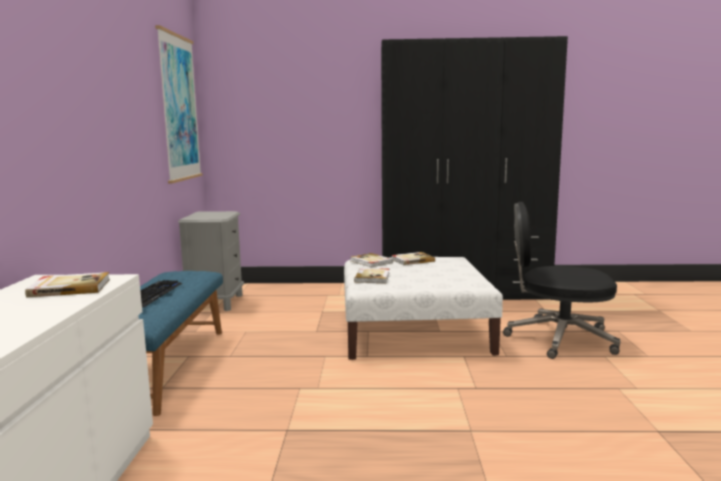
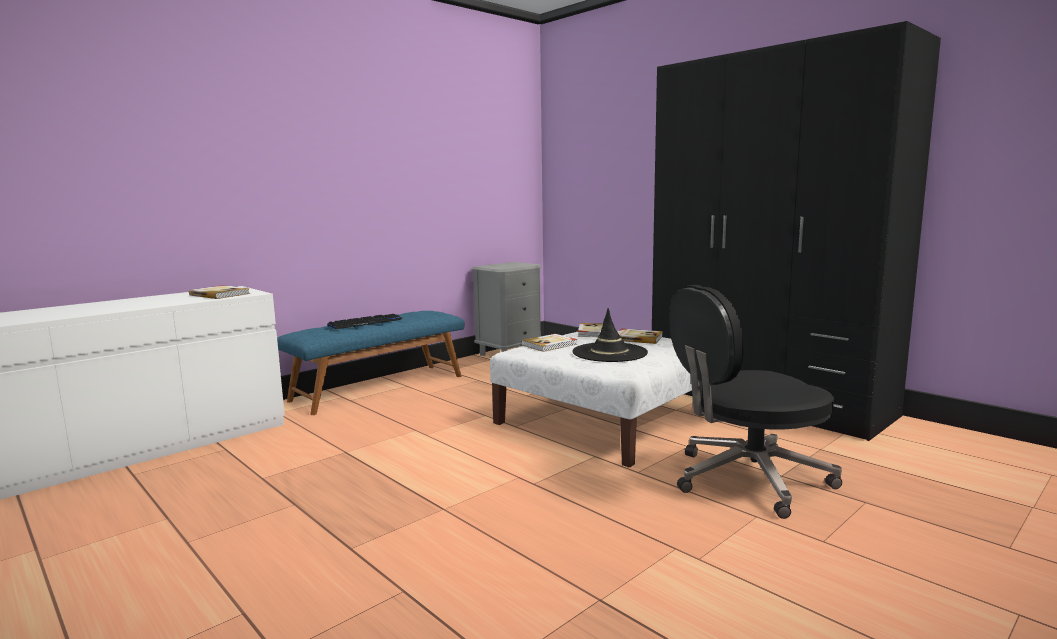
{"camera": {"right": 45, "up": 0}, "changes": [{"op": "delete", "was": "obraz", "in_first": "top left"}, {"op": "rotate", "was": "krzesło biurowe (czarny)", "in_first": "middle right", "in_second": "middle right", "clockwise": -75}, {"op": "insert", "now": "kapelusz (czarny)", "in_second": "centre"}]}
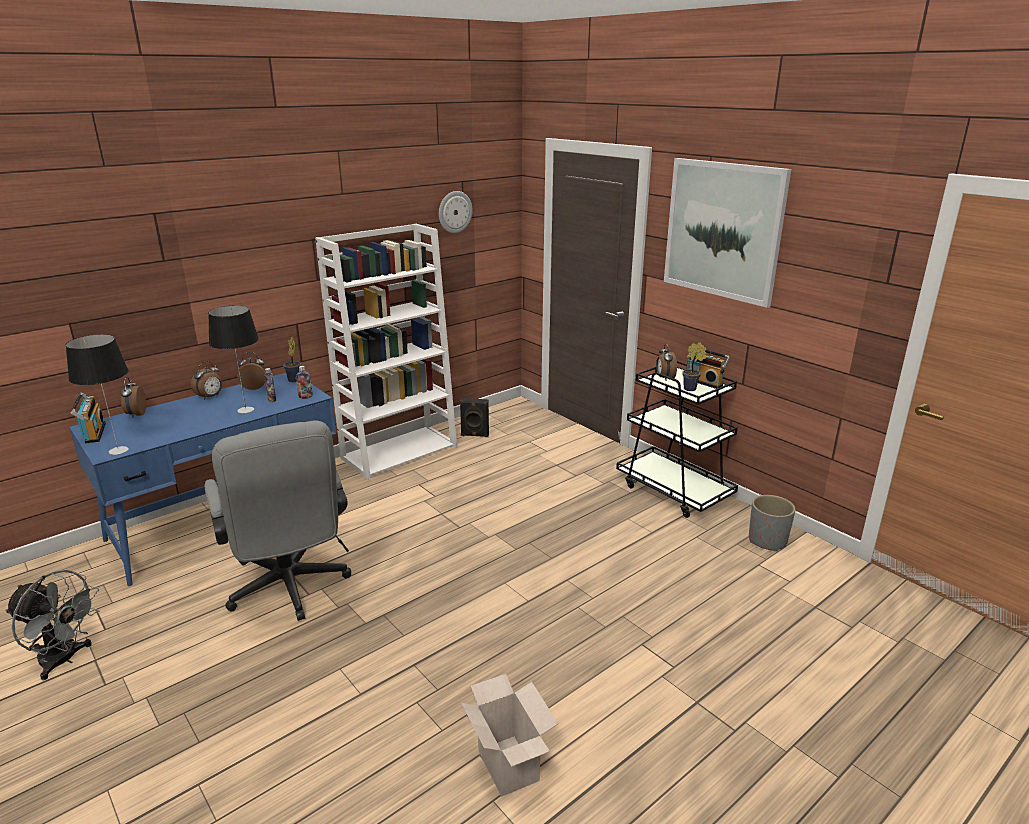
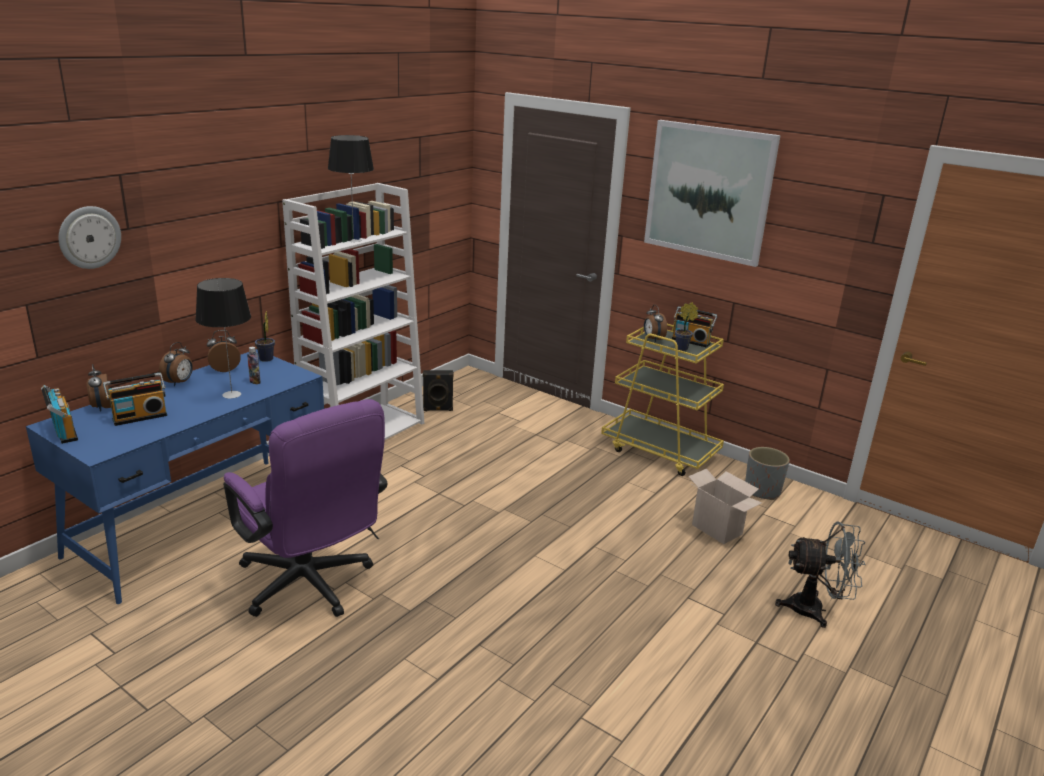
{"camera": {"right": -15, "up": 0}, "changes": [{"op": "move", "was": "wentylator (szary)", "in_first": "bottom left", "in_second": "bottom right"}, {"op": "move", "was": "lampa stołowa (1st from left in the first image)", "now": "lampa stołowa (2nd from left)", "in_first": "middle left", "in_second": "top centre"}, {"op": "recolor", "was": "krzesło biurowe (szary)", "now": "krzesło biurowe (fioletowy)", "in_first": "middle left", "in_second": "middle left"}, {"op": "delete", "was": "butelka (2nd from left)", "in_first": "middle left"}, {"op": "move", "was": "zegar ścienny", "in_first": "top centre", "in_second": "top left"}, {"op": "move", "was": "karton", "in_first": "bottom centre", "in_second": "middle right"}, {"op": "recolor", "was": "wózek (czarny)", "now": "wózek (żółty)", "in_first": "centre", "in_second": "centre"}, {"op": "insert", "now": "radio (2nd from left)", "in_second": "middle left"}]}
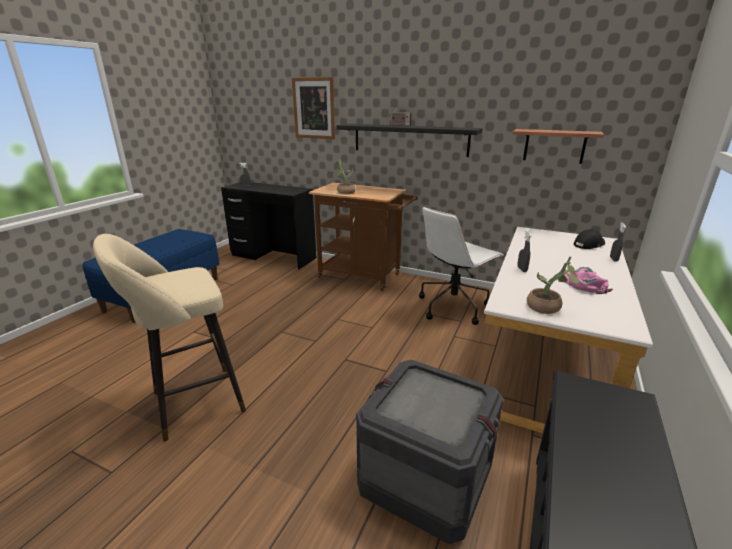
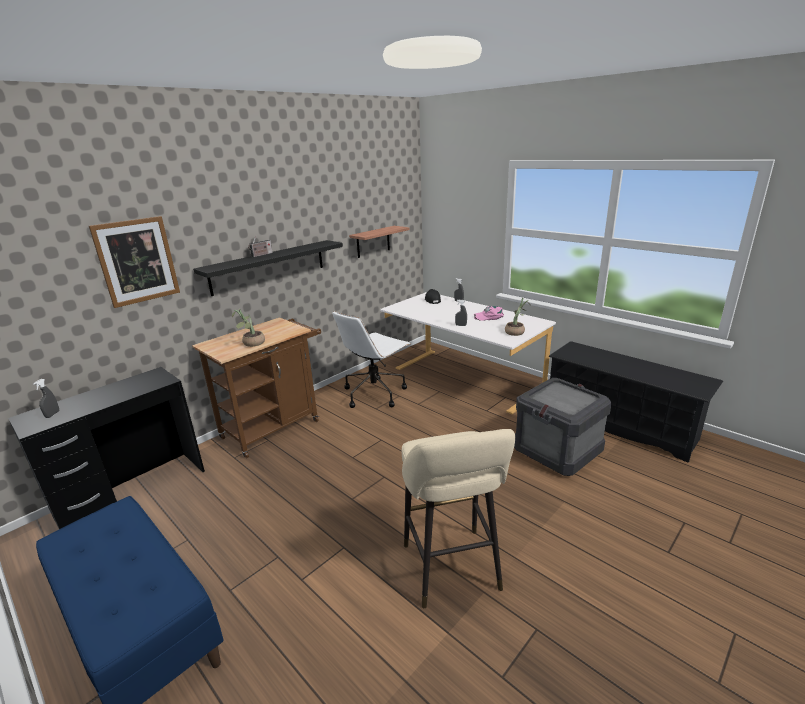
{"camera": {"right": -70, "up": 0}, "changes": [{"op": "rotate", "was": "krzesło biurowe (biały)", "in_first": "centre", "in_second": "centre", "clockwise": 60}]}
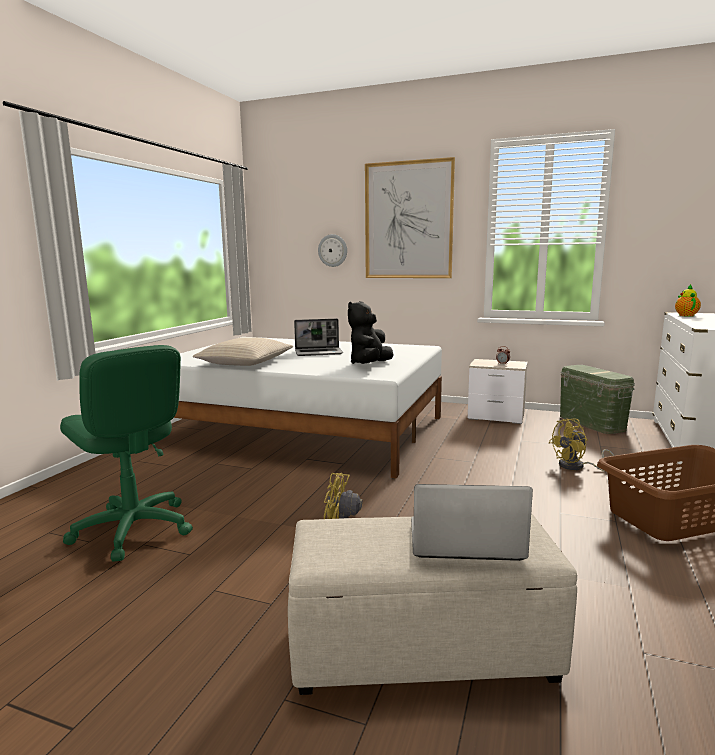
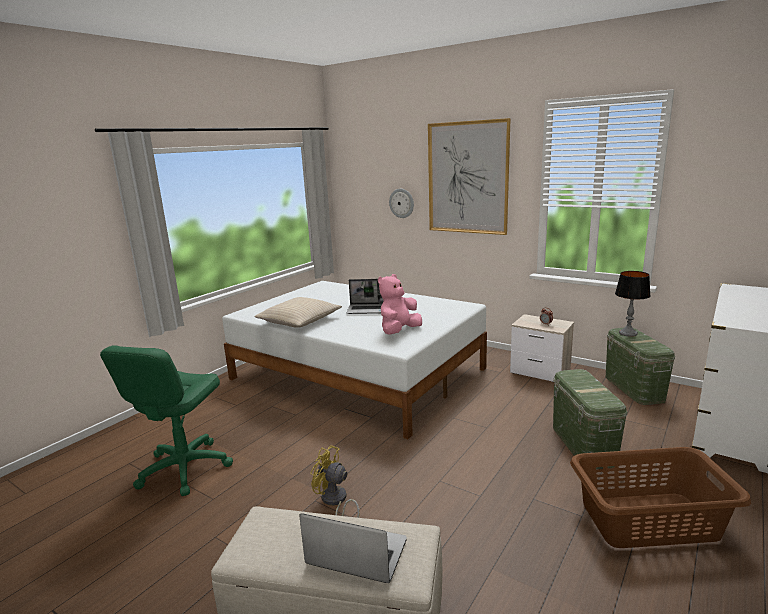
{"camera": {"right": 15, "up": 5}, "changes": [{"op": "rotate", "was": "krzesło biurowe (zielony)", "in_first": "middle left", "in_second": "bottom left", "clockwise": 45}, {"op": "recolor", "was": "pluszak (czarny)", "now": "pluszak (różowy)", "in_first": "centre", "in_second": "centre"}, {"op": "replace", "was": "wentylator (żółty) (2nd from left)", "now": "pojemnik do przechowywania (zielony) (1st from left)", "in_first": "middle right", "in_second": "bottom right"}, {"op": "delete", "was": "imbryk", "in_first": "middle right"}, {"op": "insert", "now": "lampa stołowa", "in_second": "middle right"}]}
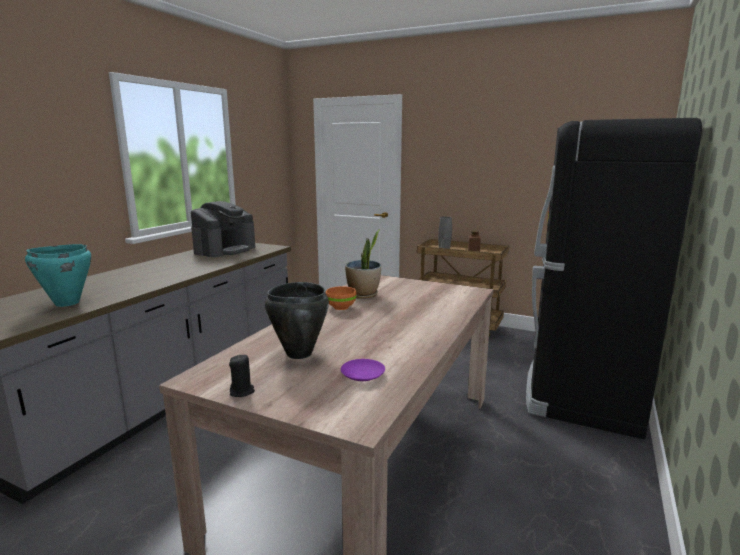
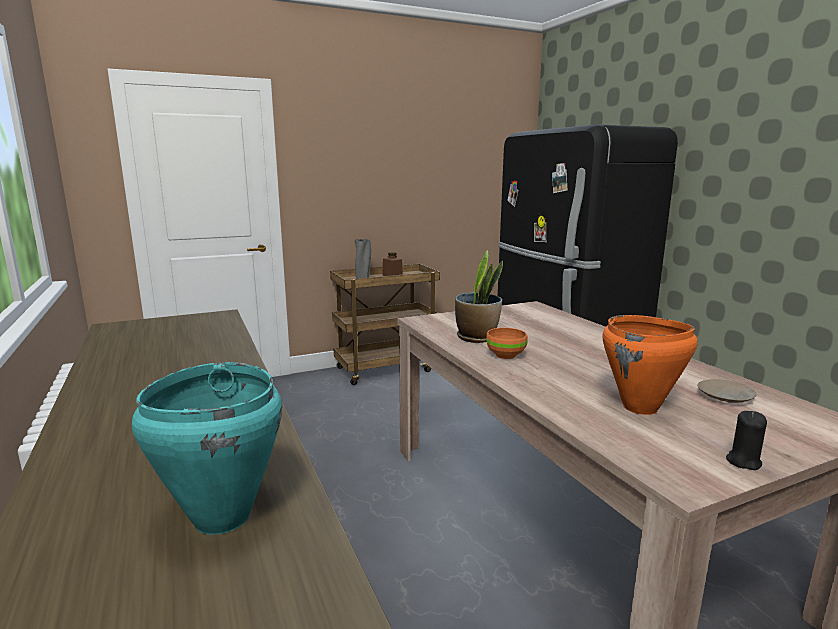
{"camera": {"right": -50, "up": 0}, "changes": [{"op": "delete", "was": "ekspres do kawy", "in_first": "middle left"}, {"op": "recolor", "was": "garnek (czarny)", "now": "garnek (pomarańczowy)", "in_first": "centre", "in_second": "middle right"}, {"op": "recolor", "was": "talerz (fioletowy)", "now": "talerz (beżowy)", "in_first": "bottom centre", "in_second": "middle right"}]}
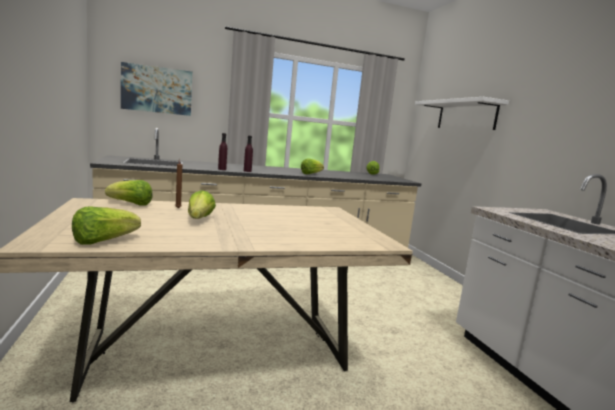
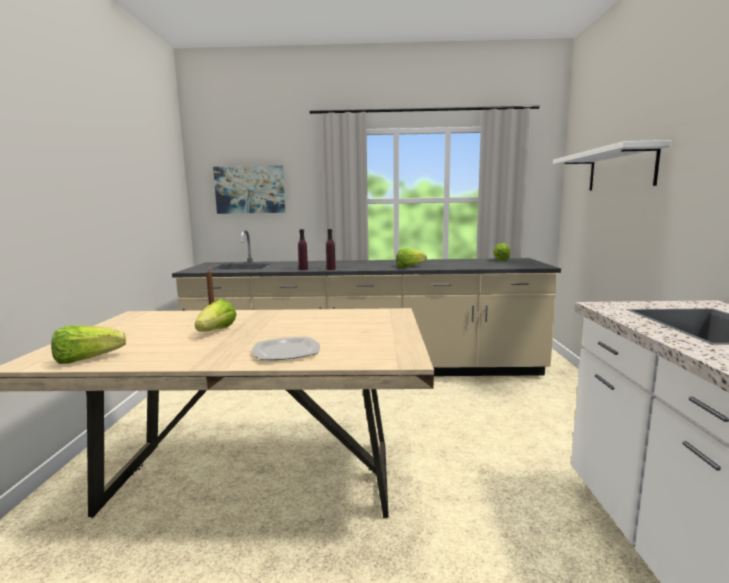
{"camera": {"right": 20, "up": 0}, "changes": [{"op": "delete", "was": "sałata (2nd from left)", "in_first": "middle left"}, {"op": "insert", "now": "talerz", "in_second": "centre"}]}
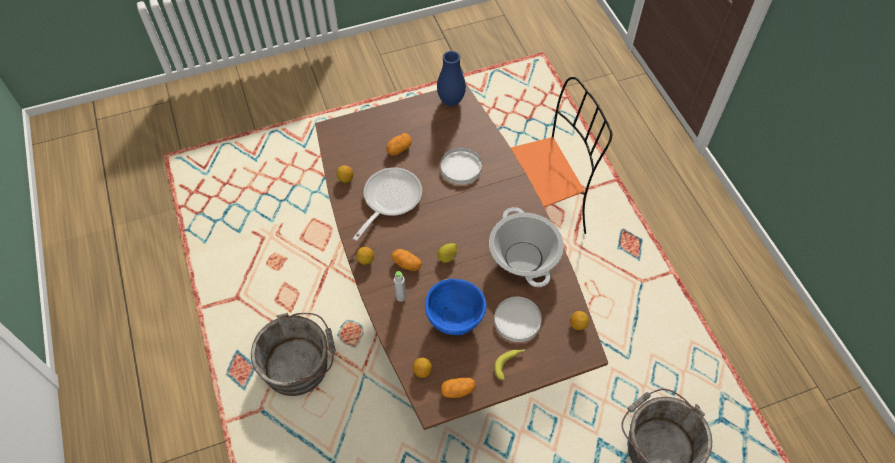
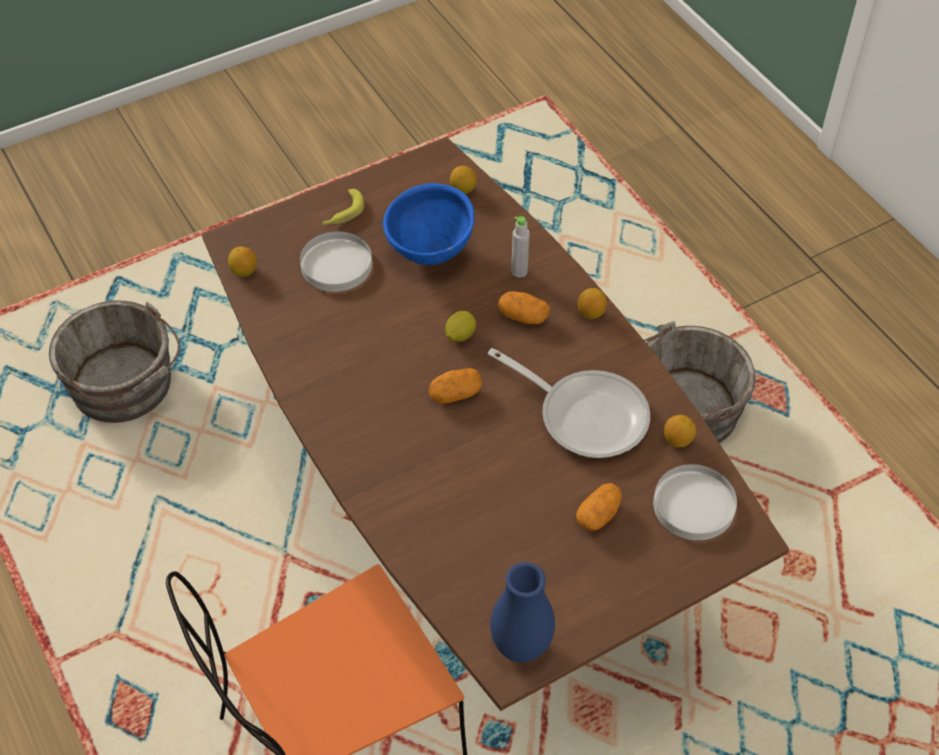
{"camera": {"right": 170, "up": -5}, "changes": [{"op": "rotate", "was": "patelnia", "in_first": "centre", "in_second": "centre", "clockwise": -75}, {"op": "move", "was": "talerz (biały) (1st from left in the first image)", "now": "talerz (biały) (2nd from left)", "in_first": "centre", "in_second": "middle right"}, {"op": "move", "was": "ziemniak (3rd from left in the first image)", "now": "ziemniak (1st from left)", "in_first": "bottom centre", "in_second": "centre"}, {"op": "delete", "was": "garnek", "in_first": "centre"}]}
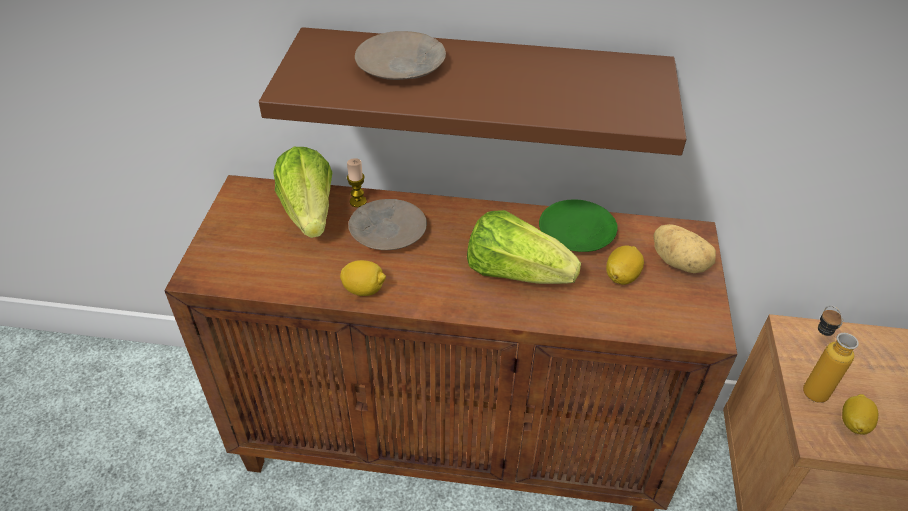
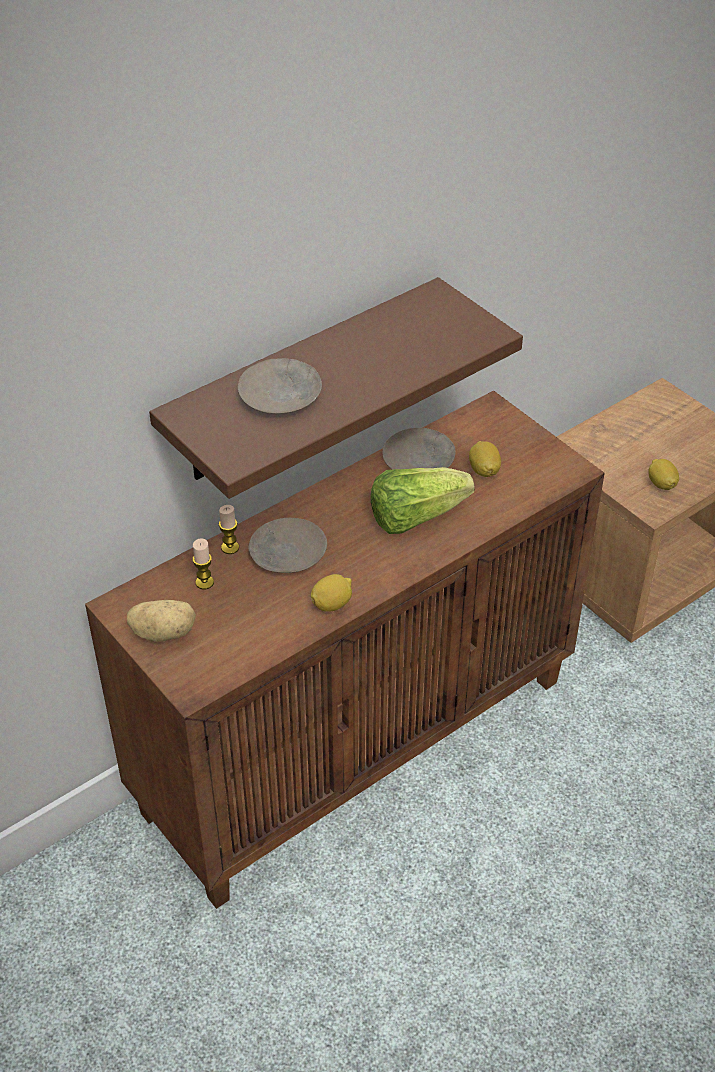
{"camera": {"right": -45, "up": 0}, "changes": [{"op": "replace", "was": "sałata (1st from left)", "now": "świeca (1st from left)", "in_first": "middle left", "in_second": "middle left"}, {"op": "recolor", "was": "talerz (zielony)", "now": "talerz (beżowy) (3rd from left)", "in_first": "centre", "in_second": "centre"}, {"op": "move", "was": "ziemniak", "in_first": "middle right", "in_second": "middle left"}, {"op": "delete", "was": "butelka", "in_first": "bottom right"}]}
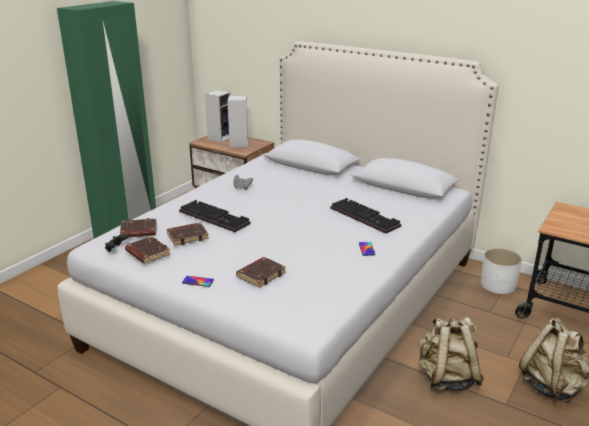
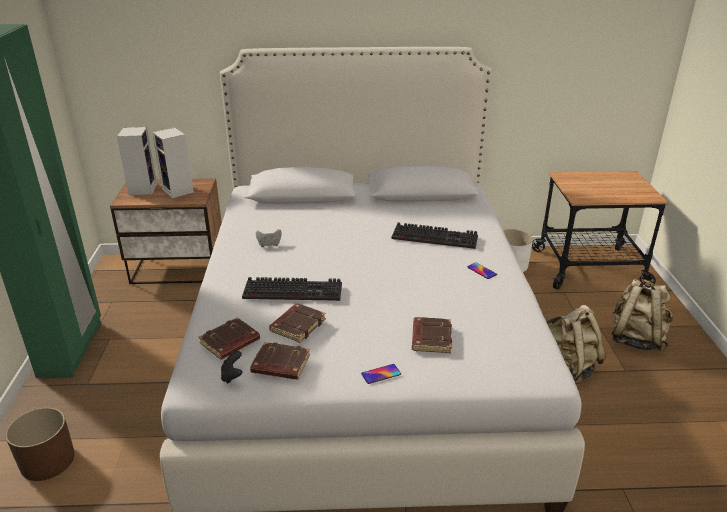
{"camera": {"right": -35, "up": 5}, "changes": [{"op": "insert", "now": "donica (brązowy)", "in_second": "bottom left"}]}
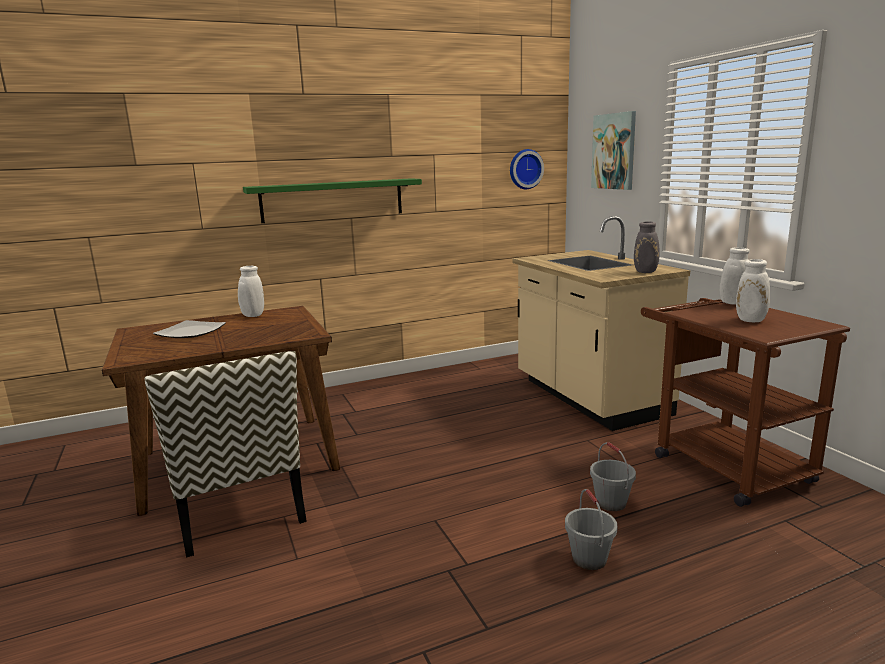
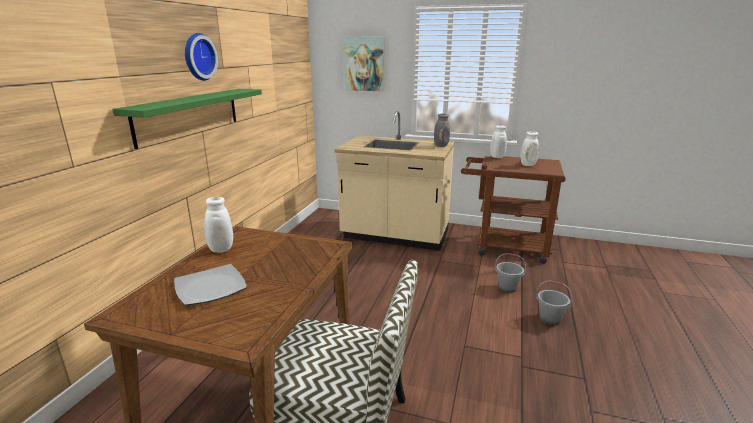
{"camera": {"right": -50, "up": 5}, "changes": [{"op": "move", "was": "zegar ścienny", "in_first": "top centre", "in_second": "top left"}]}
